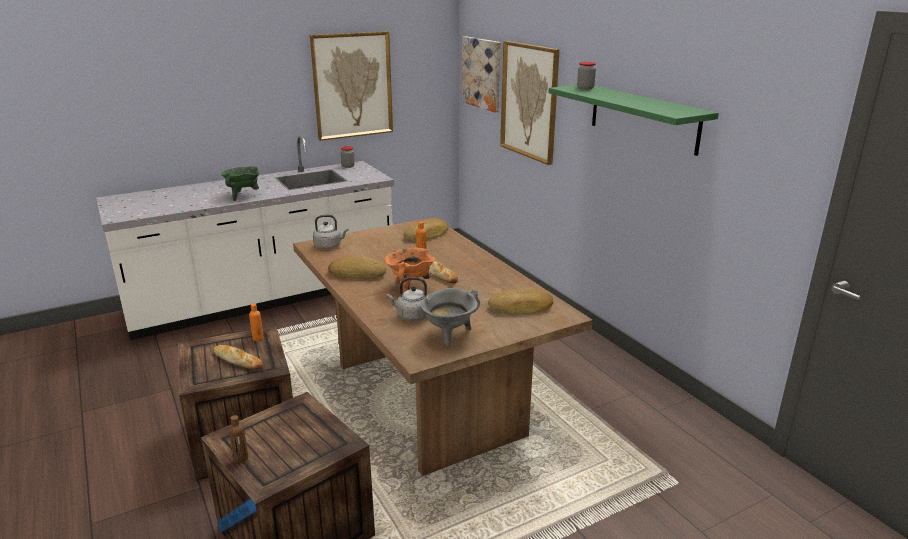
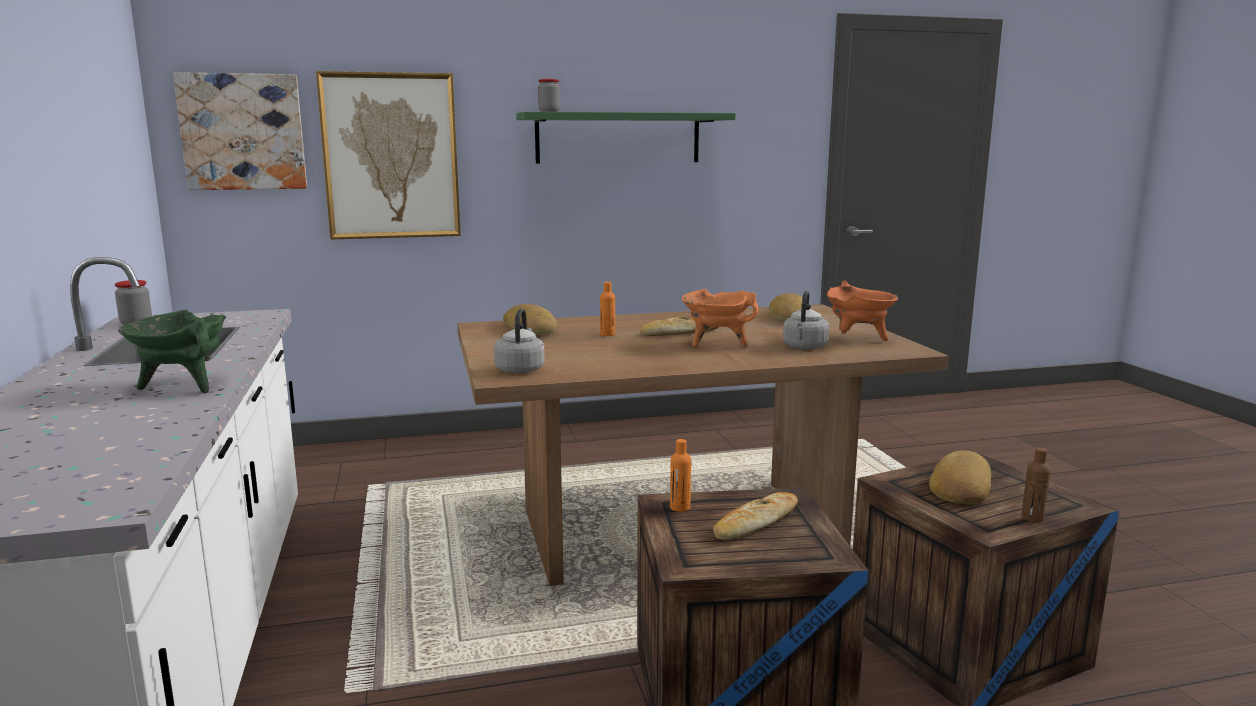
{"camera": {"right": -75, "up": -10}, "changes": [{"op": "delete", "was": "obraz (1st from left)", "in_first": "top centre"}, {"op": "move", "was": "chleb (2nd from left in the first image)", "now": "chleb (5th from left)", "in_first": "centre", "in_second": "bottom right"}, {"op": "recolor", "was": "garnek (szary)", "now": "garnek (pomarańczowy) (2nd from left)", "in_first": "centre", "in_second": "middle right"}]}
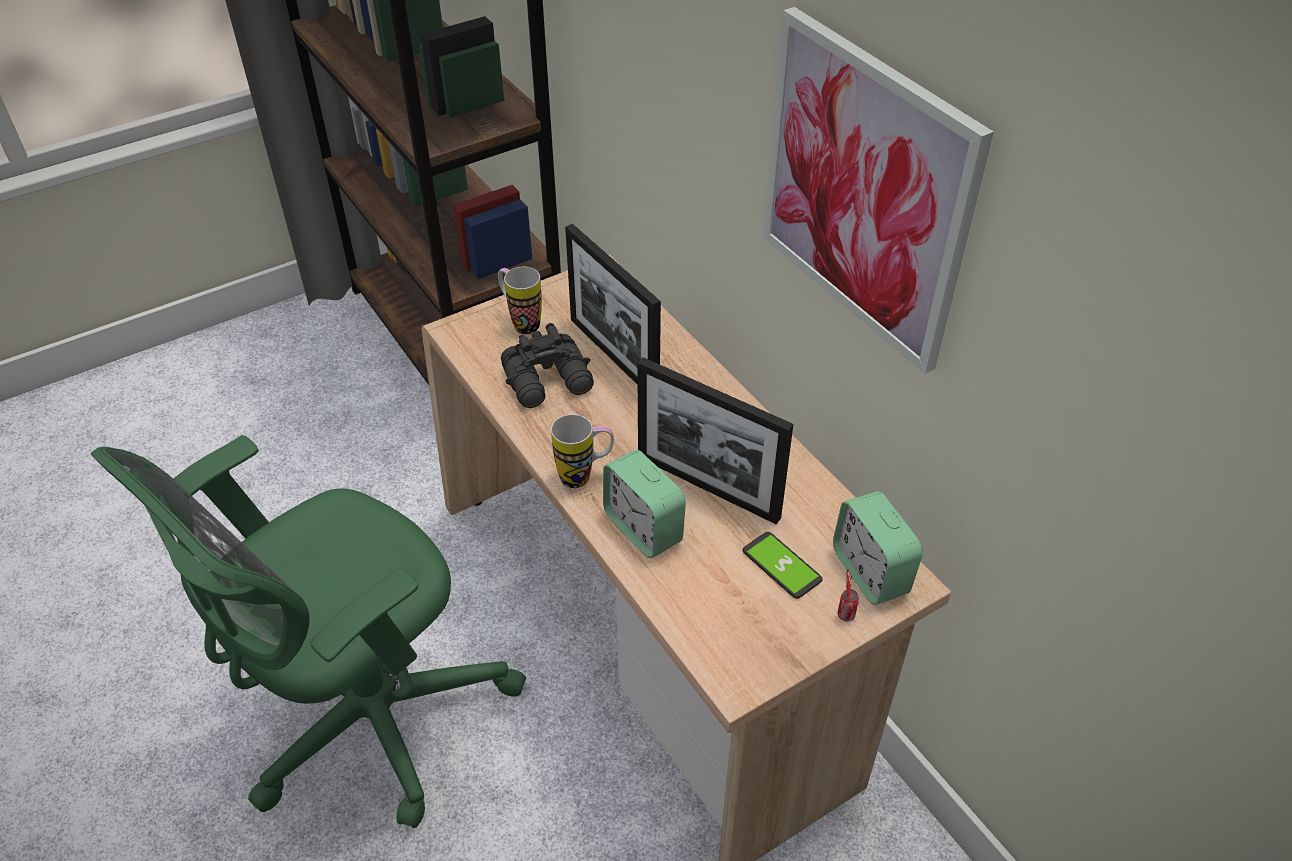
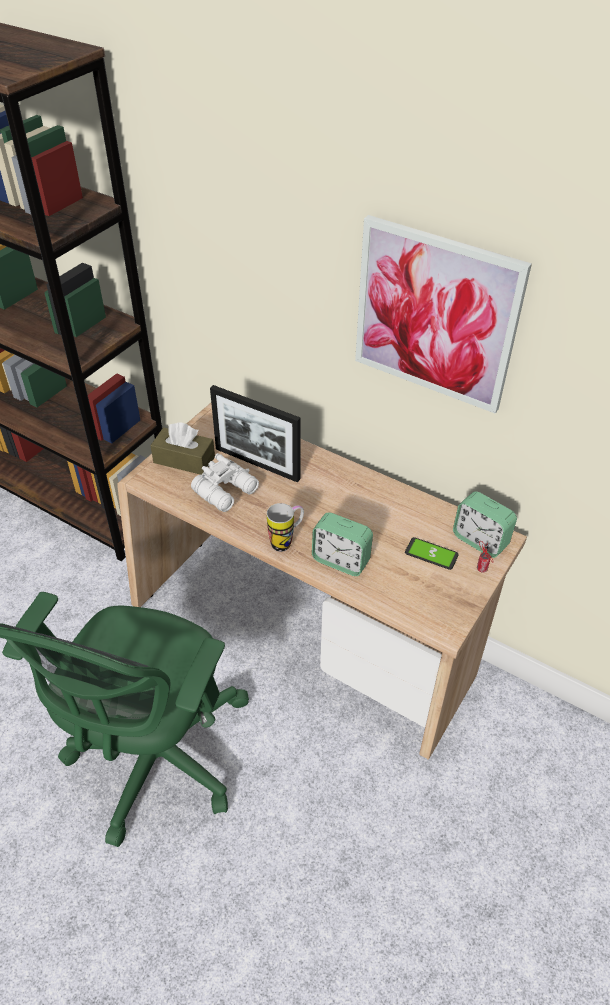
{"camera": {"right": -25, "up": 0}, "changes": [{"op": "replace", "was": "kubek (1st from left)", "now": "pudełko chusteczek (brązowy)", "in_first": "centre", "in_second": "middle left"}, {"op": "recolor", "was": "lornetka (czarny)", "now": "lornetka (biały)", "in_first": "centre", "in_second": "centre"}, {"op": "delete", "was": "ramka na zdjęcie (2nd from left)", "in_first": "centre"}]}
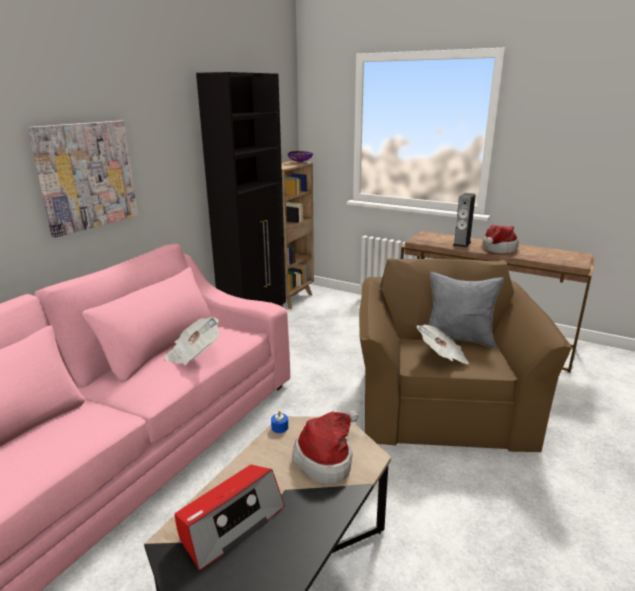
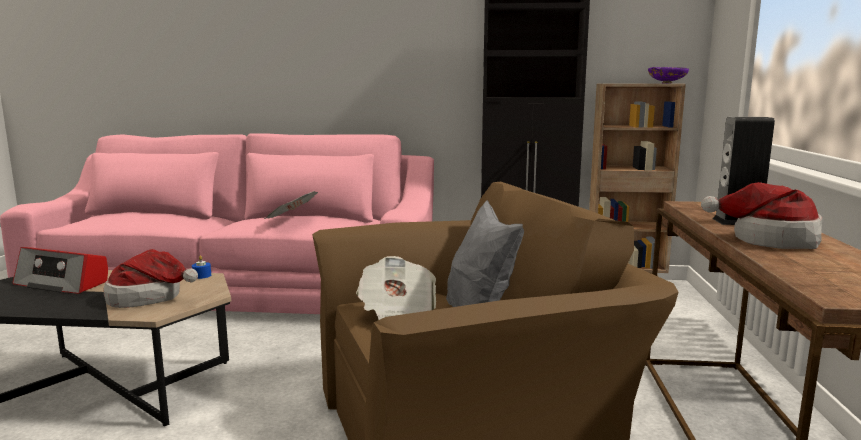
{"camera": {"right": 65, "up": -10}, "changes": [{"op": "delete", "was": "obraz", "in_first": "top left"}]}
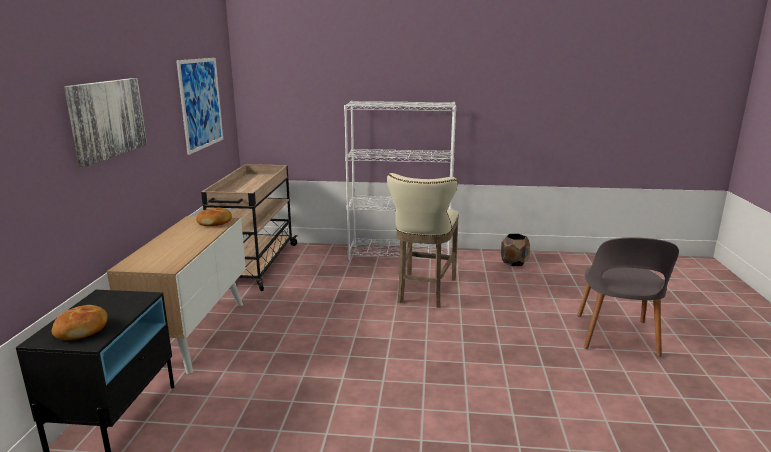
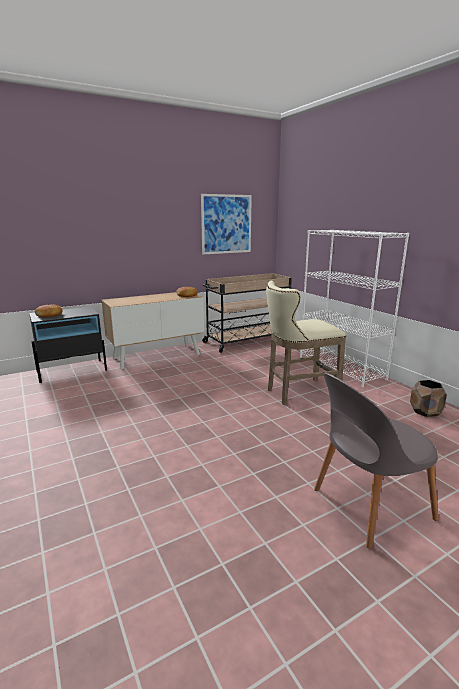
{"camera": {"right": 55, "up": 0}, "changes": [{"op": "delete", "was": "obraz (1st from left)", "in_first": "top left"}]}
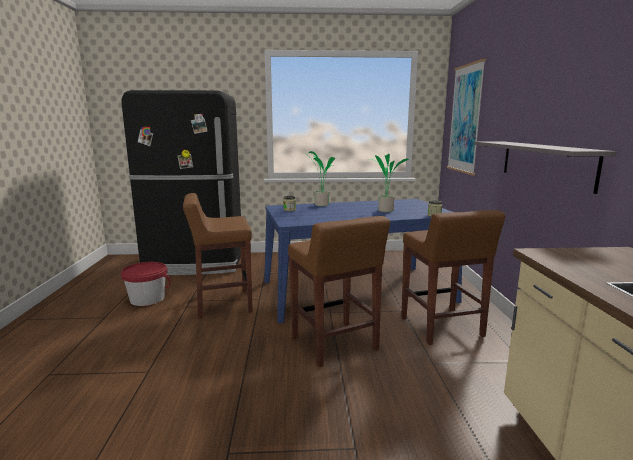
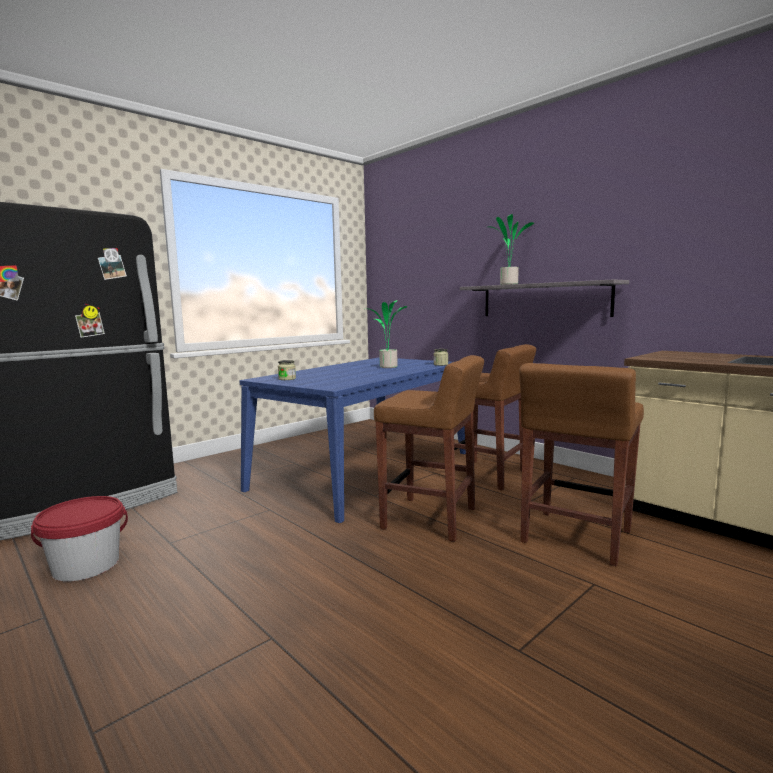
{"camera": {"right": -40, "up": -5}, "changes": [{"op": "move", "was": "stołek (brązowy) (1st from left in the first image)", "now": "stołek (brązowy) (3rd from left)", "in_first": "centre", "in_second": "middle right"}, {"op": "move", "was": "roślina doniczkowa (1st from left in the first image)", "now": "roślina doniczkowa (2nd from left)", "in_first": "centre", "in_second": "top centre"}, {"op": "delete", "was": "obraz", "in_first": "top right"}]}
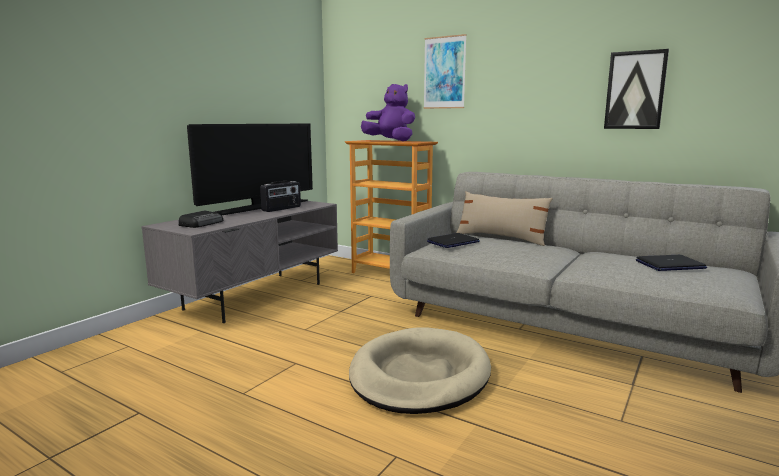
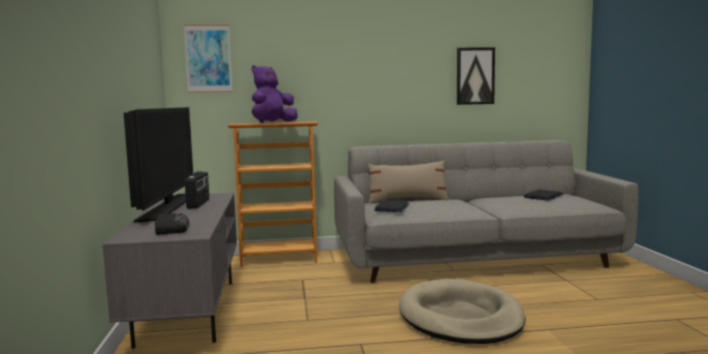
{"camera": {"right": -40, "up": -5}, "changes": [{"op": "rotate", "was": "pluszak (fioletowy)", "in_first": "top centre", "in_second": "top centre", "clockwise": -45}, {"op": "move", "was": "obraz (1st from left)", "in_first": "top centre", "in_second": "top left"}]}
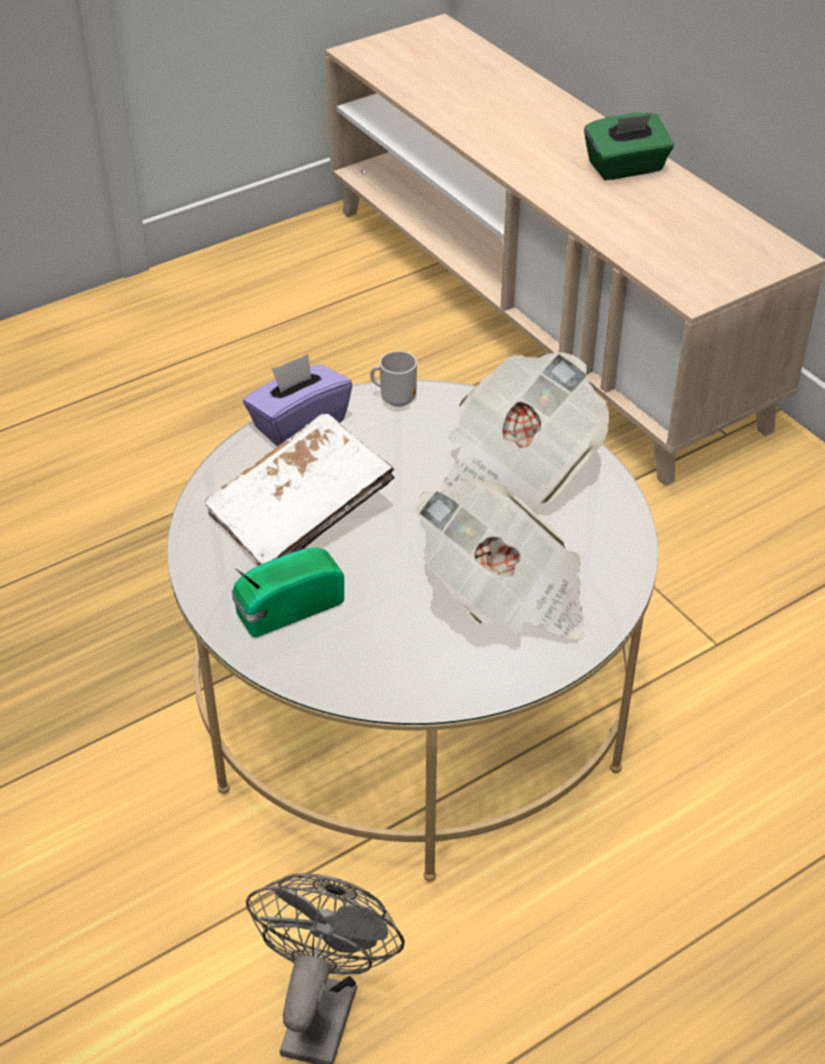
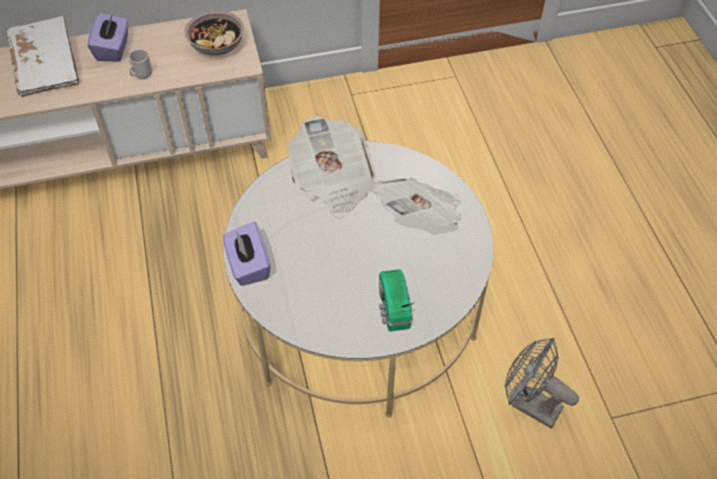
{"camera": {"right": -70, "up": 10}, "changes": [{"op": "move", "was": "książka (biały)", "in_first": "centre", "in_second": "top left"}, {"op": "move", "was": "kubek", "in_first": "centre", "in_second": "top left"}, {"op": "recolor", "was": "pudełko chusteczek (zielony)", "now": "pudełko chusteczek (fioletowy) (1st from left)", "in_first": "top right", "in_second": "top left"}, {"op": "insert", "now": "miska", "in_second": "top left"}]}
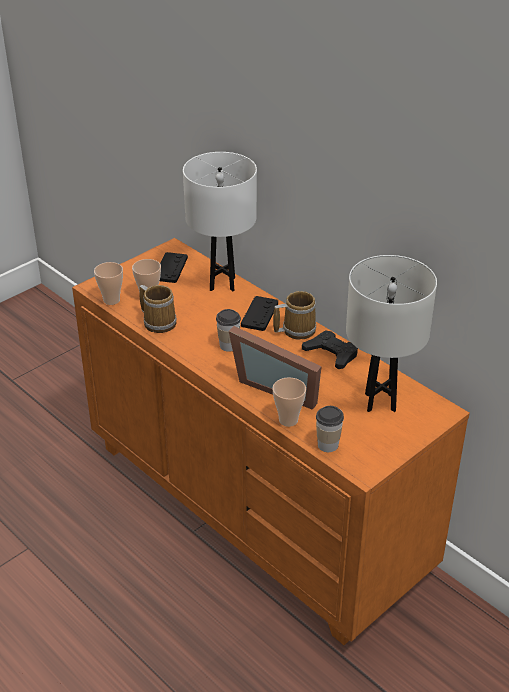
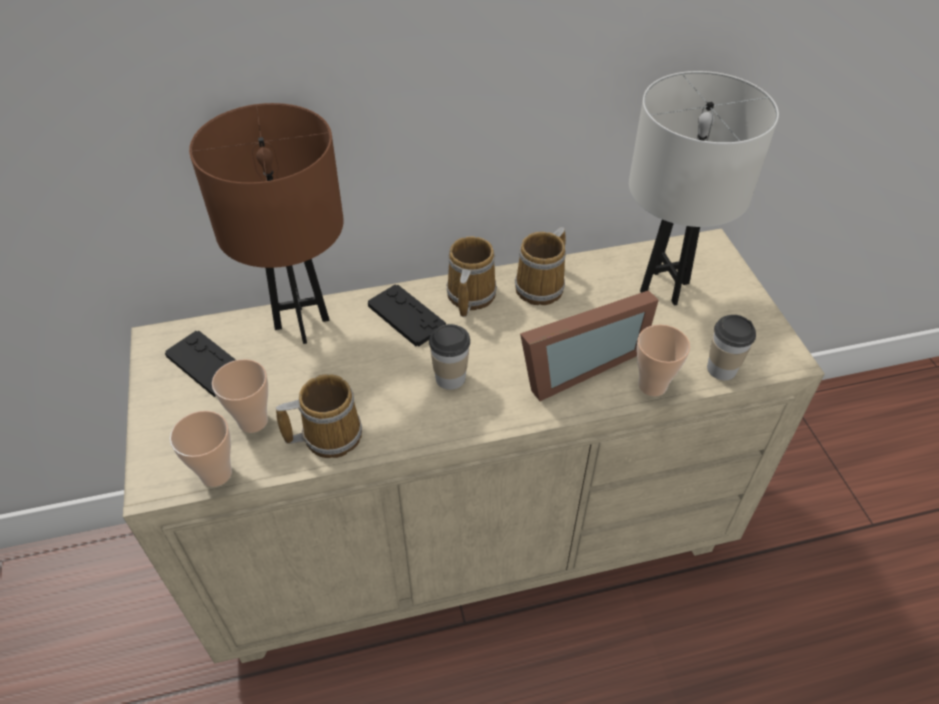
{"camera": {"right": -60, "up": 10}, "changes": [{"op": "recolor", "was": "komoda (pomarańczowy)", "now": "komoda (beżowy)", "in_first": "centre", "in_second": "centre"}, {"op": "recolor", "was": "lampa stołowa (biały) (1st from left)", "now": "lampa stołowa (brązowy)", "in_first": "top centre", "in_second": "top left"}, {"op": "replace", "was": "pad do gier (czarny) (3rd from left)", "now": "kubek (3rd from left)", "in_first": "centre", "in_second": "centre"}]}
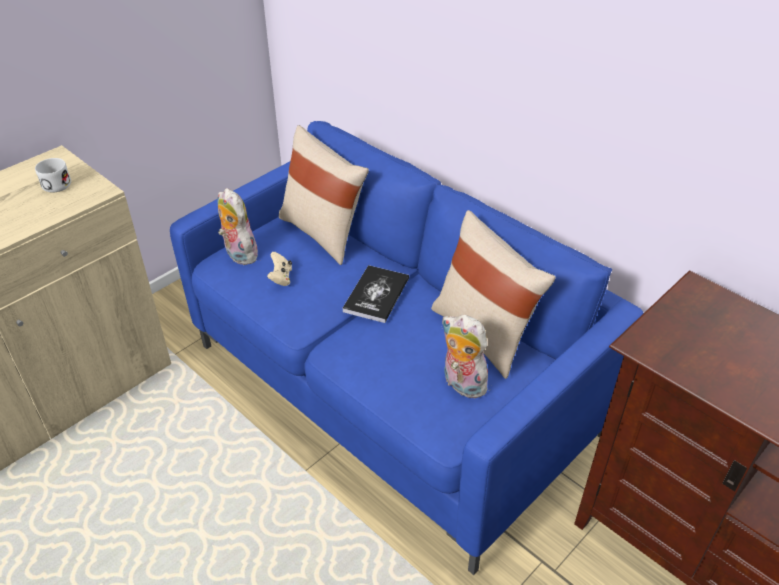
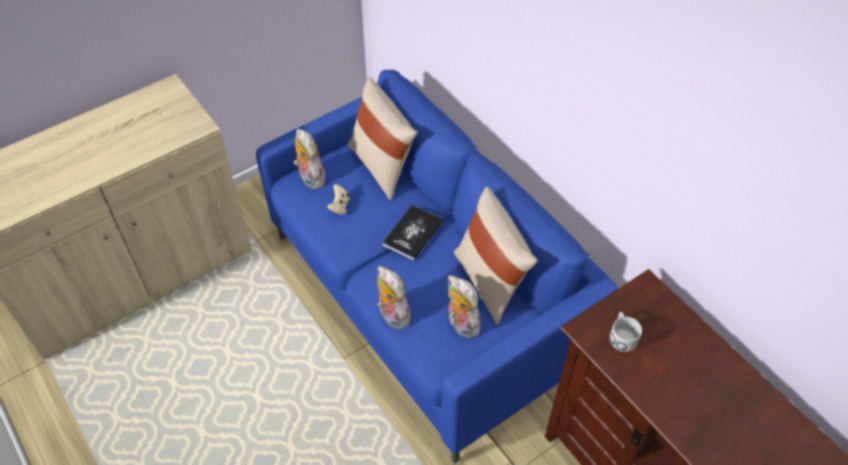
{"camera": {"right": 10, "up": 10}, "changes": [{"op": "move", "was": "kubek (biały)", "in_first": "top left", "in_second": "bottom right"}, {"op": "insert", "now": "pluszak (2nd from left)", "in_second": "centre"}]}
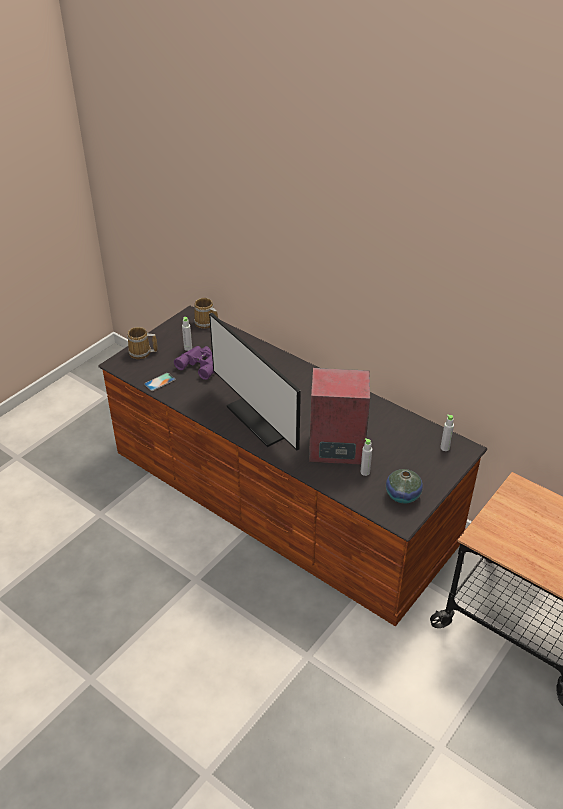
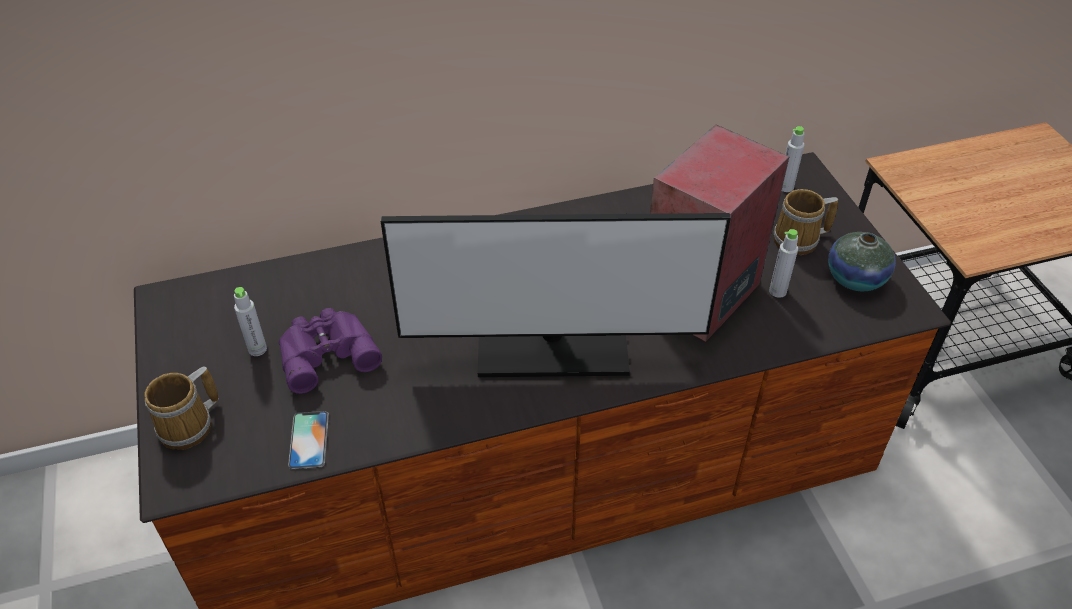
{"camera": {"right": -55, "up": 5}, "changes": [{"op": "move", "was": "kubek (2nd from left)", "in_first": "centre", "in_second": "middle right"}]}
